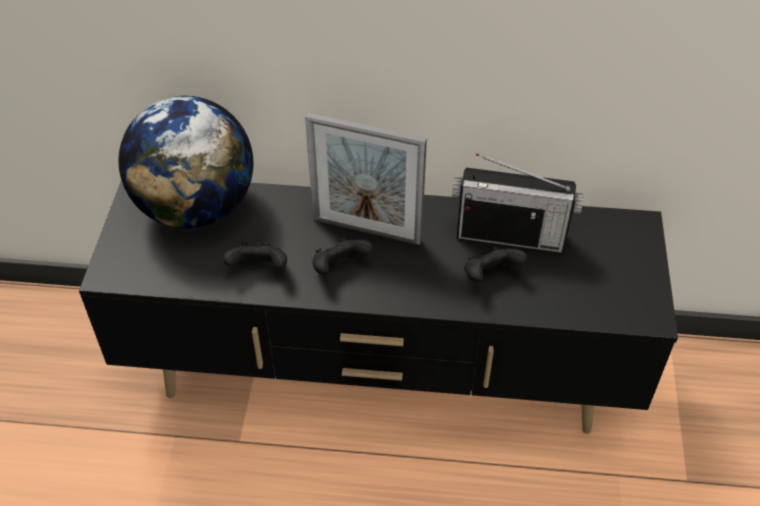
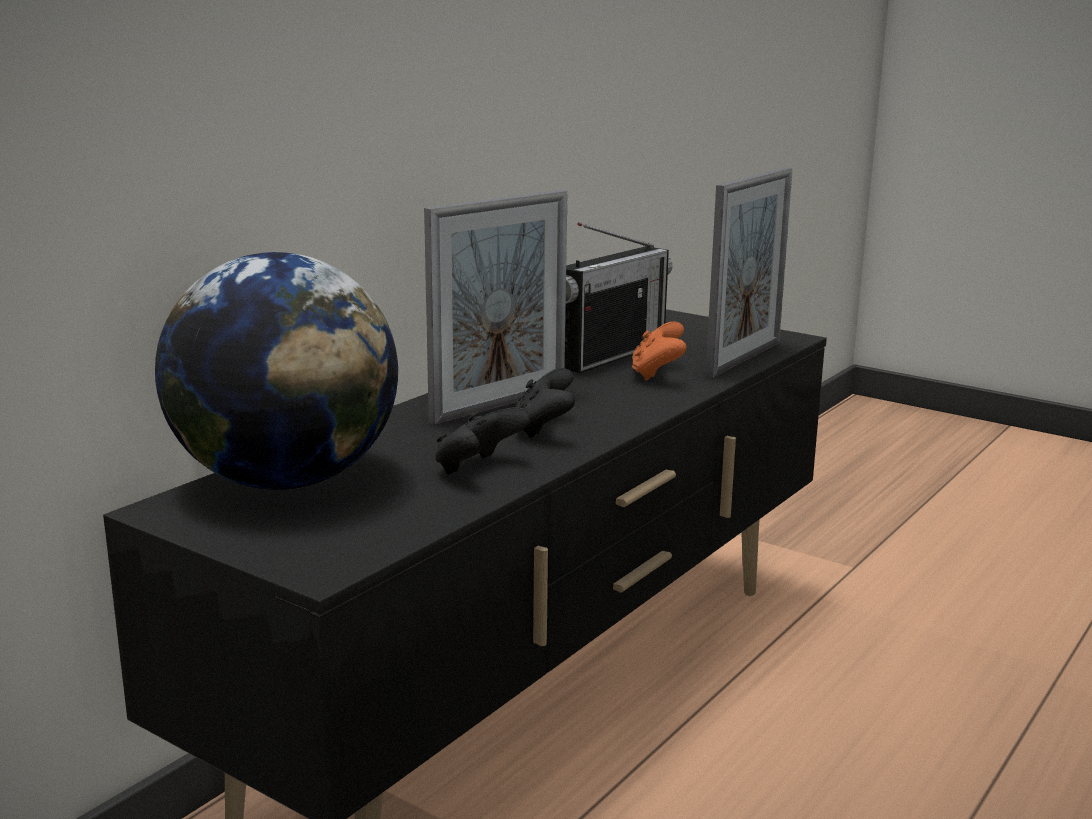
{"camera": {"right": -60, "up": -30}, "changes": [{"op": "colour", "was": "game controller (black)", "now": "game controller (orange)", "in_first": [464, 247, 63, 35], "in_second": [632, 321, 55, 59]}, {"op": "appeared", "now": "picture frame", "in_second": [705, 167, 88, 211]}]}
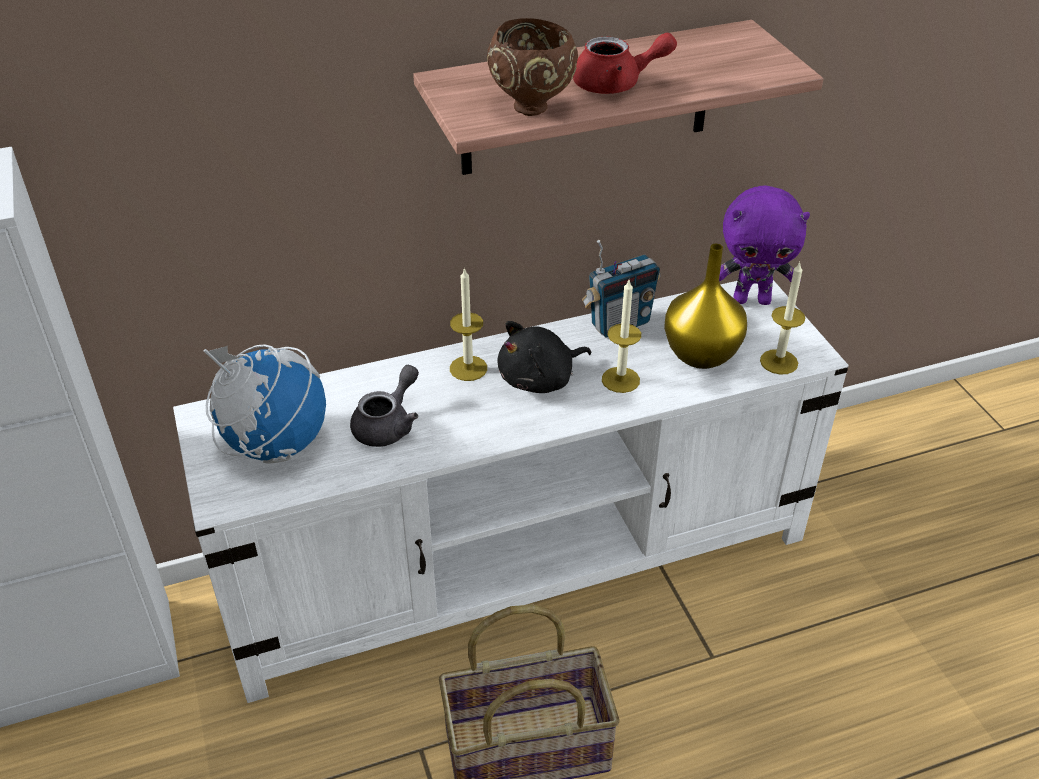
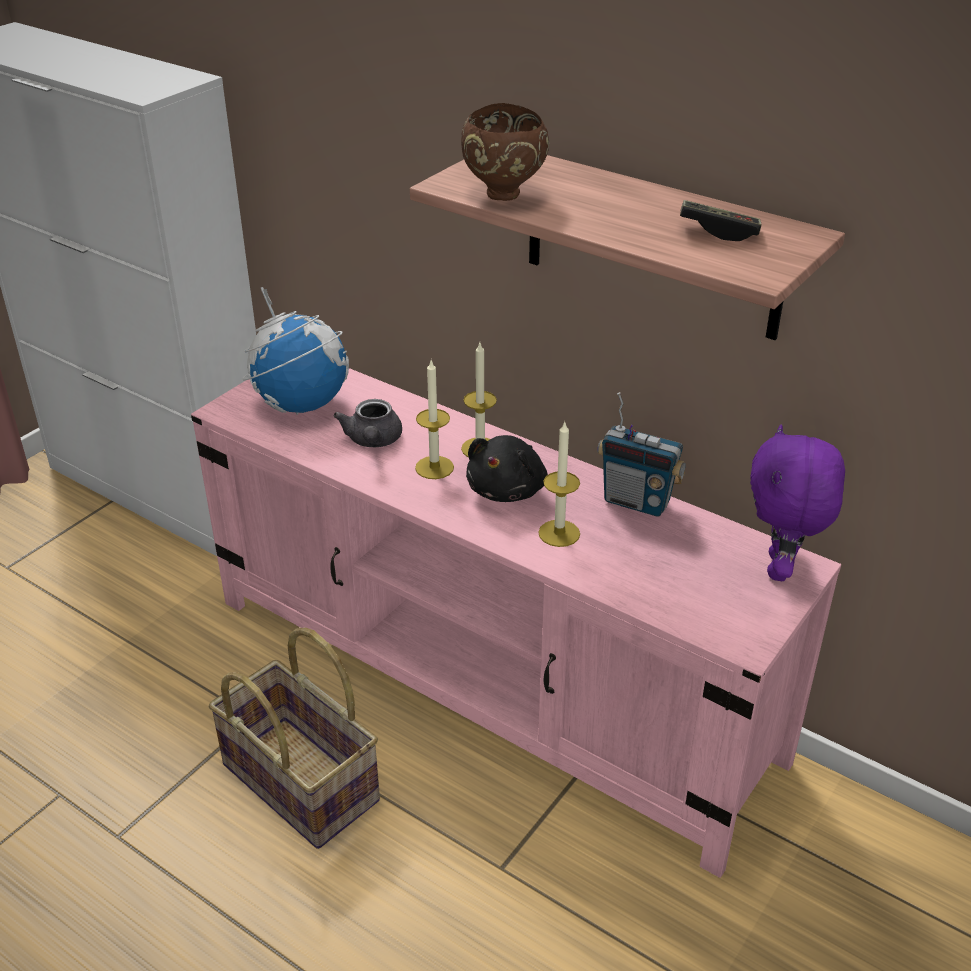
{"camera": {"right": 55, "up": -5}, "changes": [{"op": "colour", "was": "tv stand (white)", "now": "tv stand (pink)", "in_first": [173, 280, 676, 423], "in_second": [191, 368, 650, 510]}, {"op": "spun", "was": "teapot (grey)", "in_first": [350, 365, 69, 82], "in_second": [333, 399, 69, 48], "clockwise": 90}, {"op": "relocated", "was": "candle", "in_first": [760, 262, 45, 113], "in_second": [415, 360, 39, 119]}, {"op": "spun", "was": "plush toy (black)", "in_first": [498, 321, 93, 72], "in_second": [466, 435, 82, 67], "clockwise": -90}, {"op": "appeared", "now": "game controller", "in_second": [680, 200, 82, 41]}, {"op": "spun", "was": "plush toy (purple)", "in_first": [719, 185, 91, 120], "in_second": [750, 424, 95, 157], "clockwise": 45}, {"op": "missing", "was": "teapot (red)", "in_first": [573, 32, 104, 62]}, {"op": "missing", "was": "vase (yellow)", "in_first": [664, 244, 83, 125]}]}
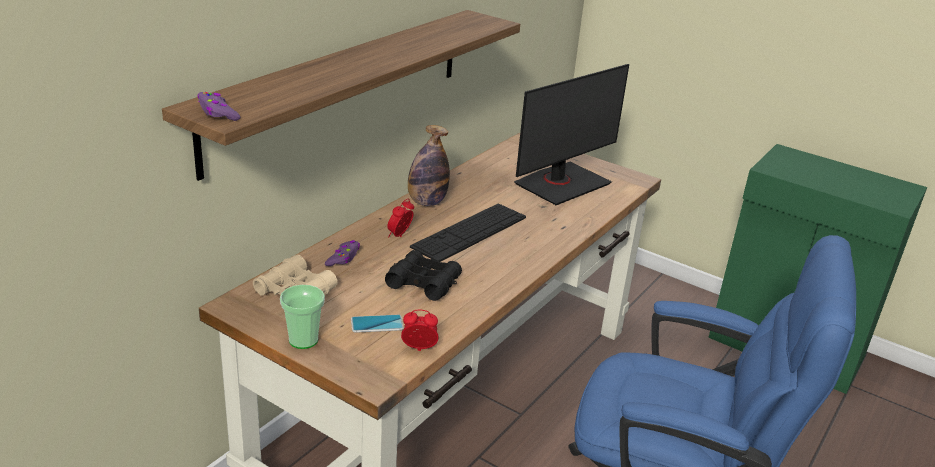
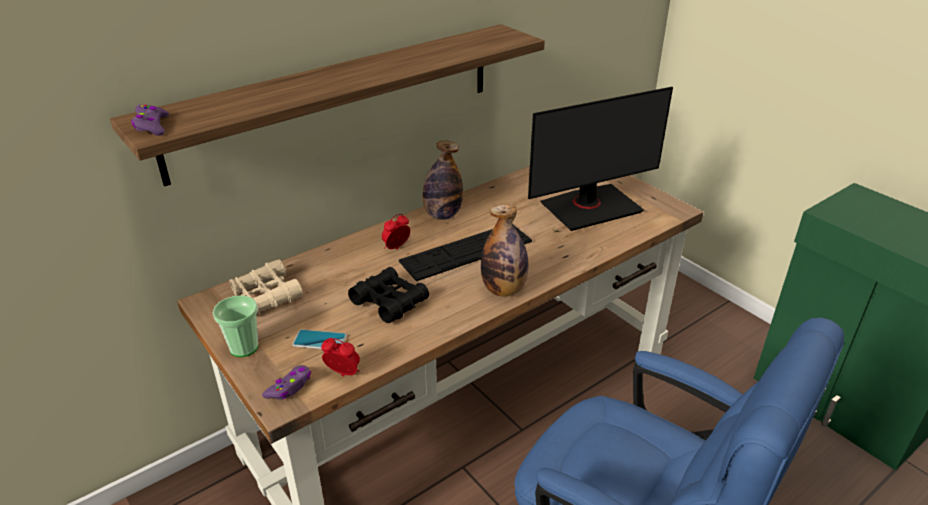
{"camera": {"right": 20, "up": 5}, "changes": [{"op": "relocated", "was": "game controller (purple)", "in_first": [325, 240, 35, 26], "in_second": [262, 365, 49, 35]}, {"op": "appeared", "now": "bottle", "in_second": [481, 205, 47, 92]}]}
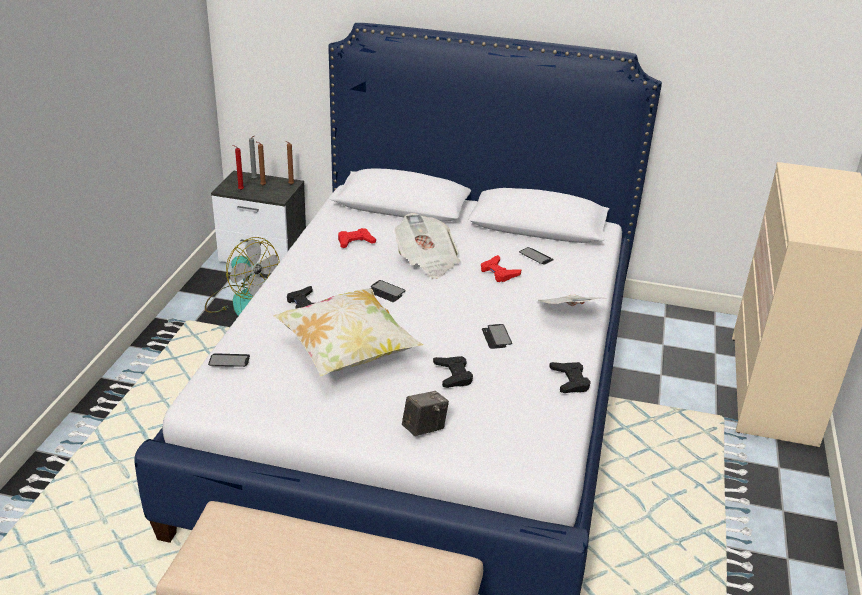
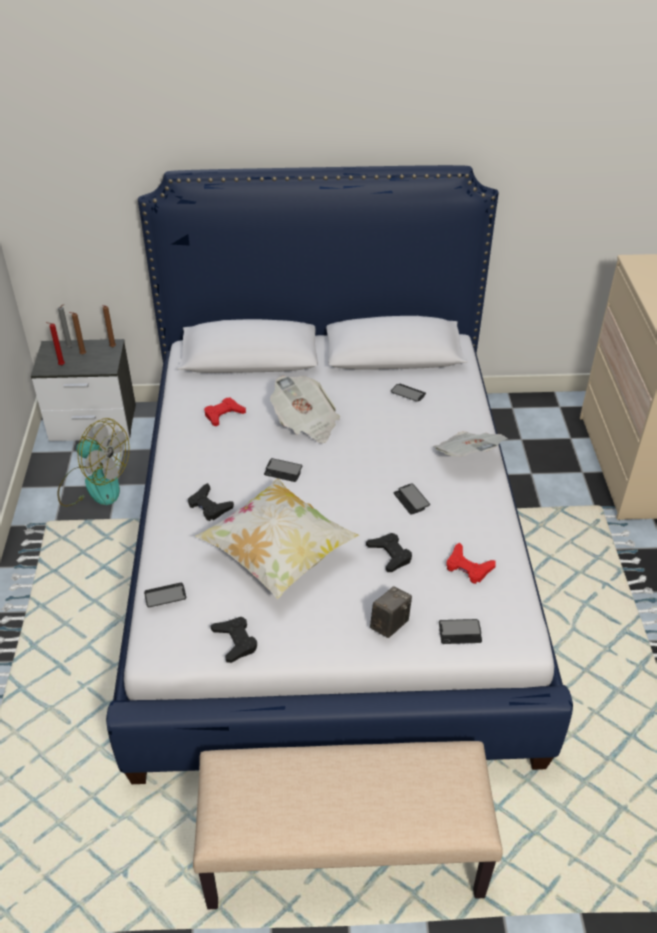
{"camera": {"right": -15, "up": 10}, "changes": [{"op": "relocated", "was": "game controller (black)", "in_first": [549, 362, 42, 31], "in_second": [210, 617, 47, 46]}, {"op": "appeared", "now": "phone", "in_second": [439, 619, 43, 25]}, {"op": "relocated", "was": "game controller (red)", "in_first": [481, 255, 40, 27], "in_second": [446, 543, 50, 41]}]}
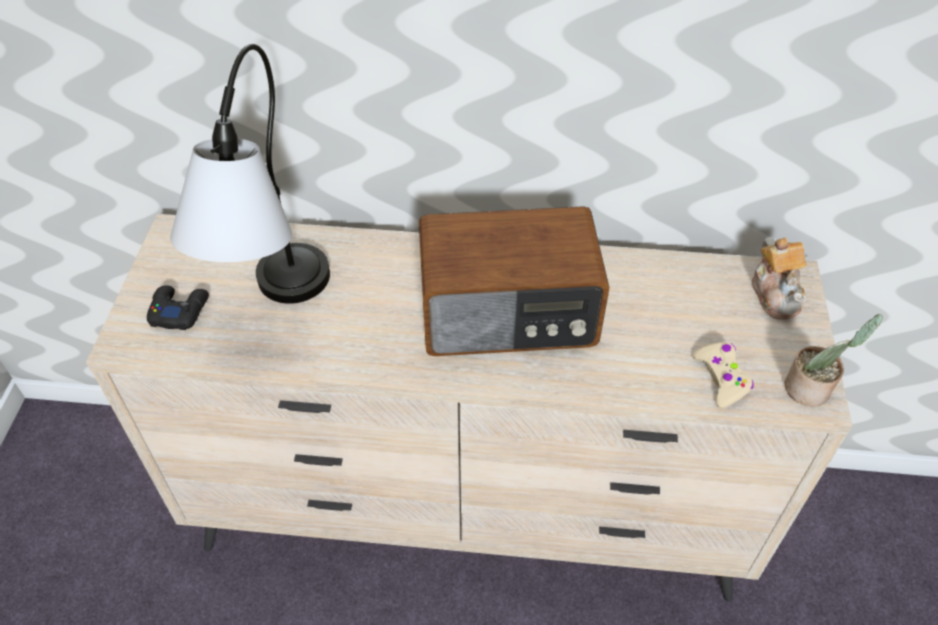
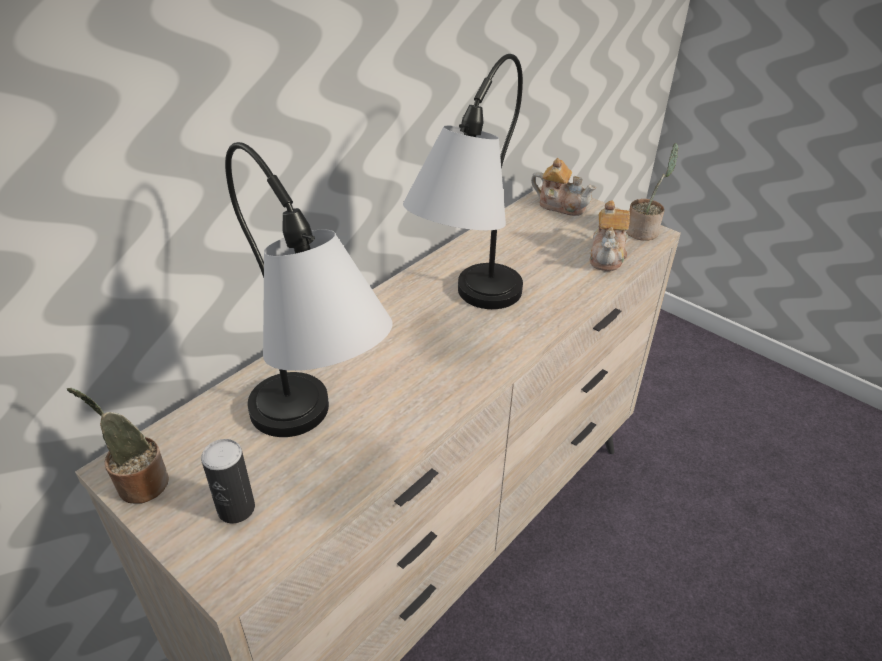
{"camera": {"right": -55, "up": -10}, "changes": [{"op": "appeared", "now": "potted plant", "in_second": [67, 388, 102, 116]}, {"op": "exchanged", "was": "game controller (black)", "now": "can", "in_first": [147, 285, 62, 45], "in_second": [201, 439, 54, 84]}, {"op": "exchanged", "was": "radio", "now": "table lamp", "in_first": [419, 206, 190, 150], "in_second": [403, 54, 120, 255]}, {"op": "exchanged", "was": "game controller (beige)", "now": "teapot", "in_first": [692, 342, 62, 66], "in_second": [590, 201, 40, 70]}]}
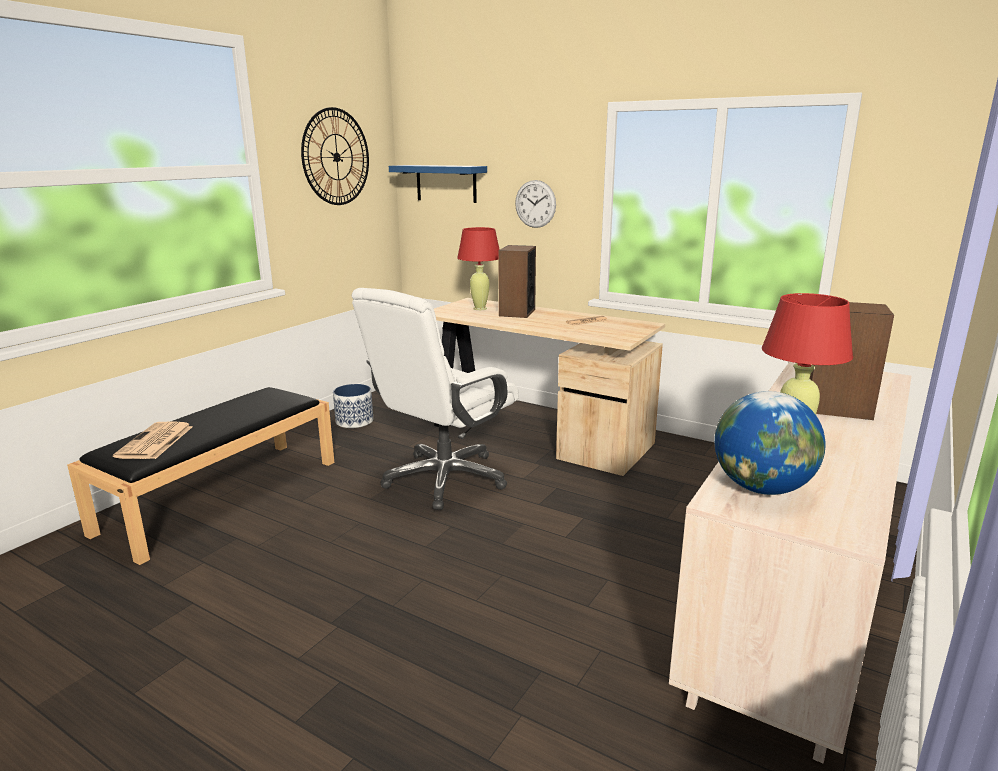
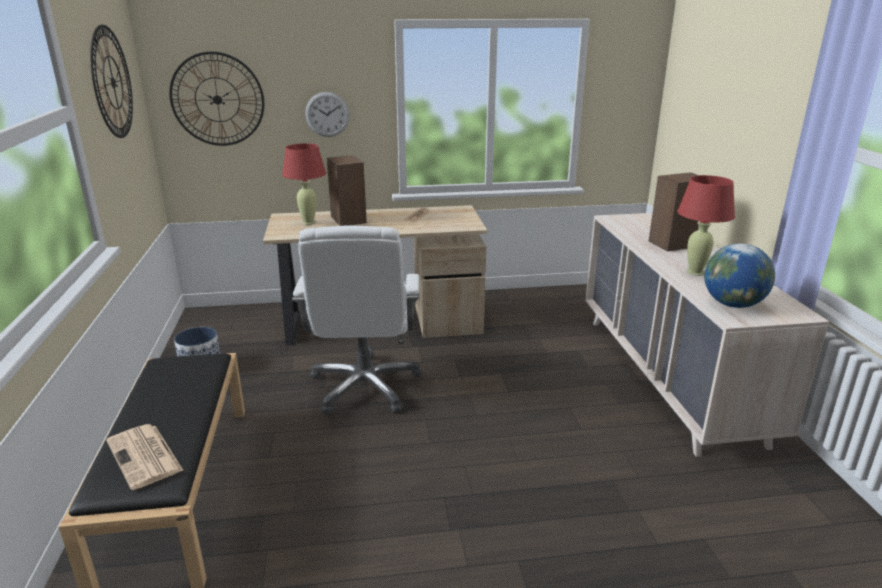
{"camera": {"right": -40, "up": 5}, "changes": [{"op": "exchanged", "was": "shelf (blue)", "now": "wall clock", "in_first": [389, 165, 98, 38], "in_second": [169, 52, 95, 94]}]}
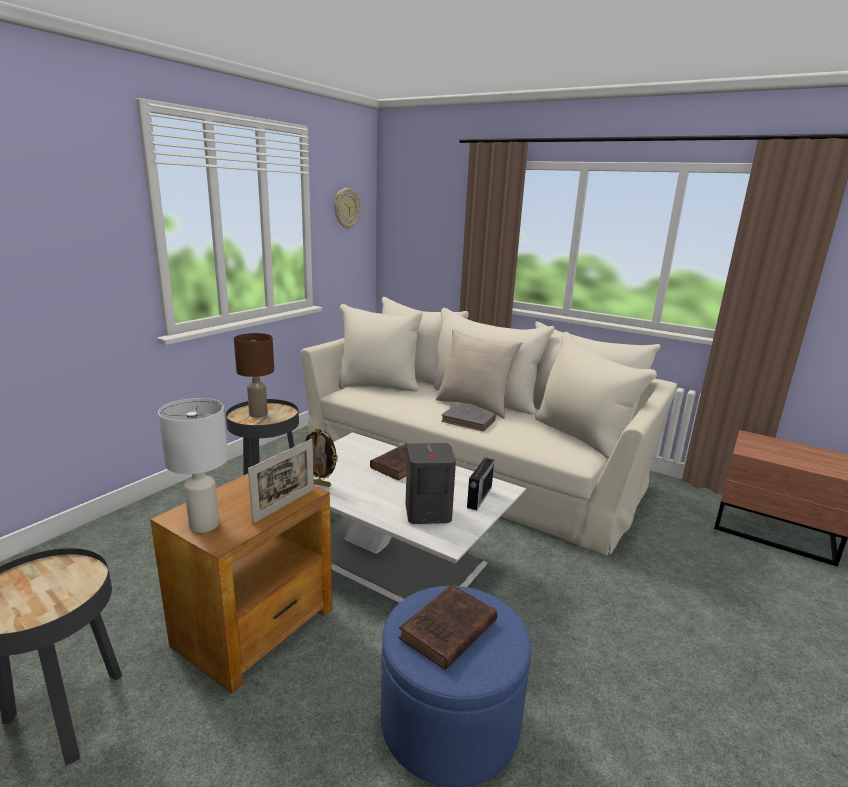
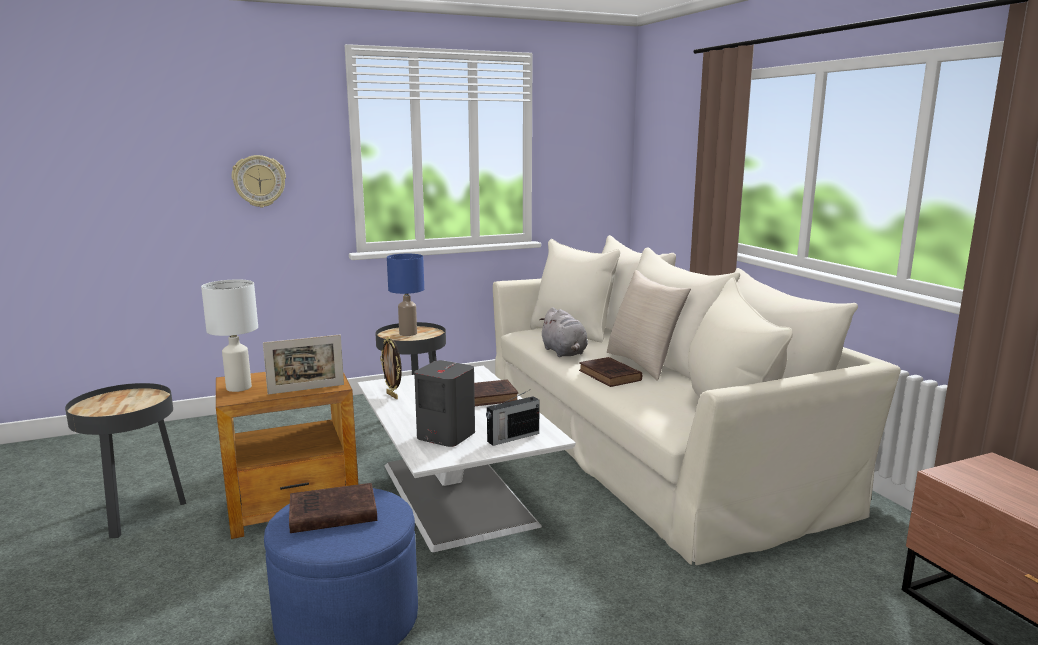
{"camera": {"right": 35, "up": -5}, "changes": [{"op": "relocated", "was": "wall clock", "in_first": [334, 188, 27, 41], "in_second": [232, 155, 54, 53]}, {"op": "colour", "was": "table lamp (brown)", "now": "table lamp (blue)", "in_first": [234, 333, 40, 85], "in_second": [387, 254, 37, 82]}, {"op": "appeared", "now": "plush toy (grey)", "in_second": [539, 307, 49, 50]}, {"op": "colour", "was": "book (grey)", "now": "book (brown)", "in_first": [441, 405, 55, 27], "in_second": [579, 357, 63, 30]}]}
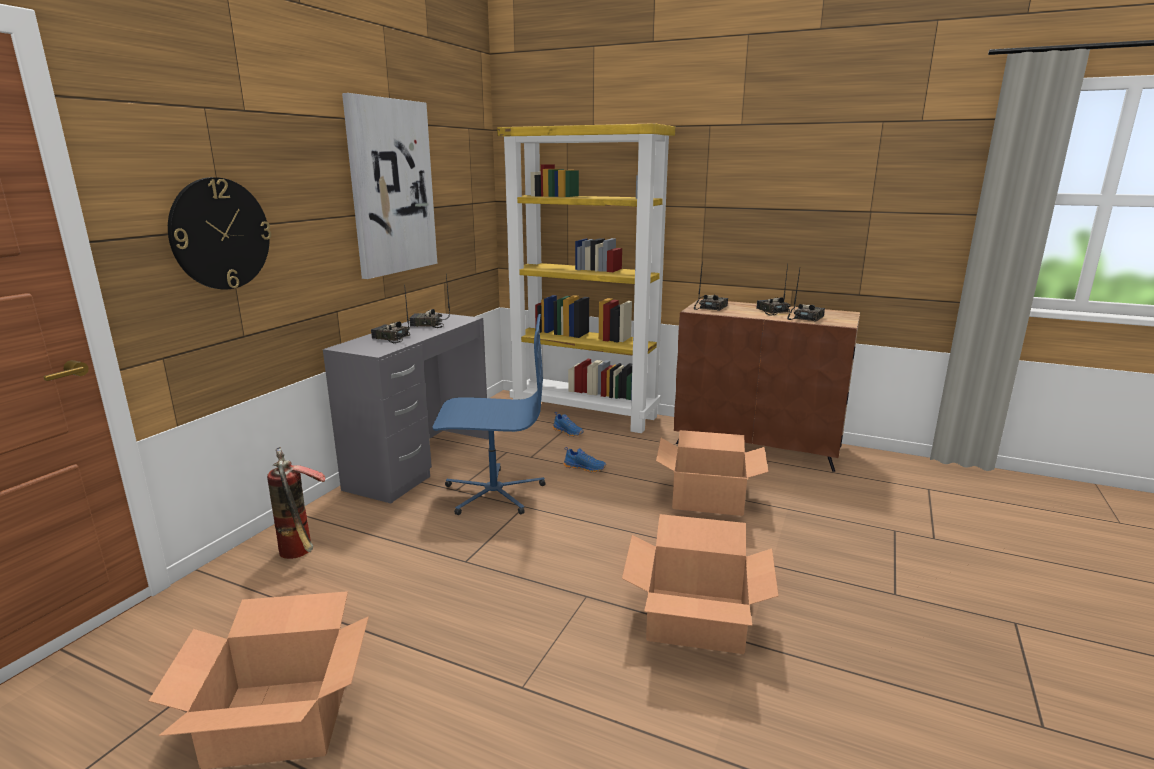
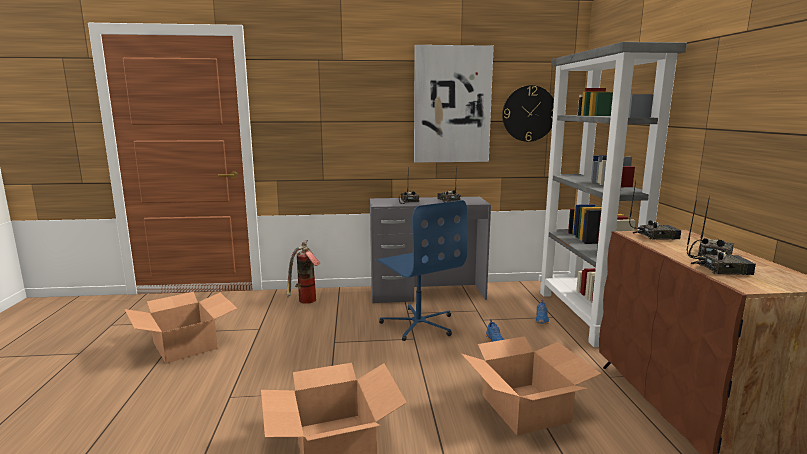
{"camera": {"right": 60, "up": -5}, "changes": [{"op": "relocated", "was": "wall clock", "in_first": [168, 177, 103, 113], "in_second": [502, 85, 52, 57]}, {"op": "colour", "was": "bookcase (yellow)", "now": "bookcase (grey)", "in_first": [497, 123, 178, 310], "in_second": [539, 42, 148, 305]}]}
